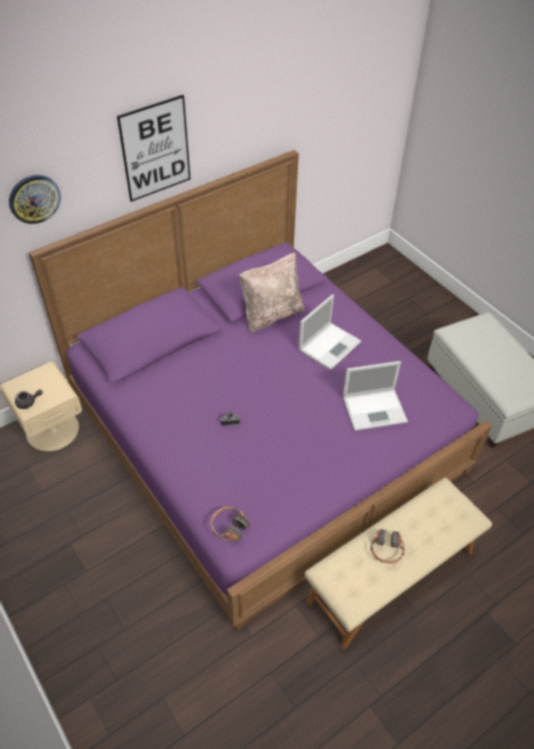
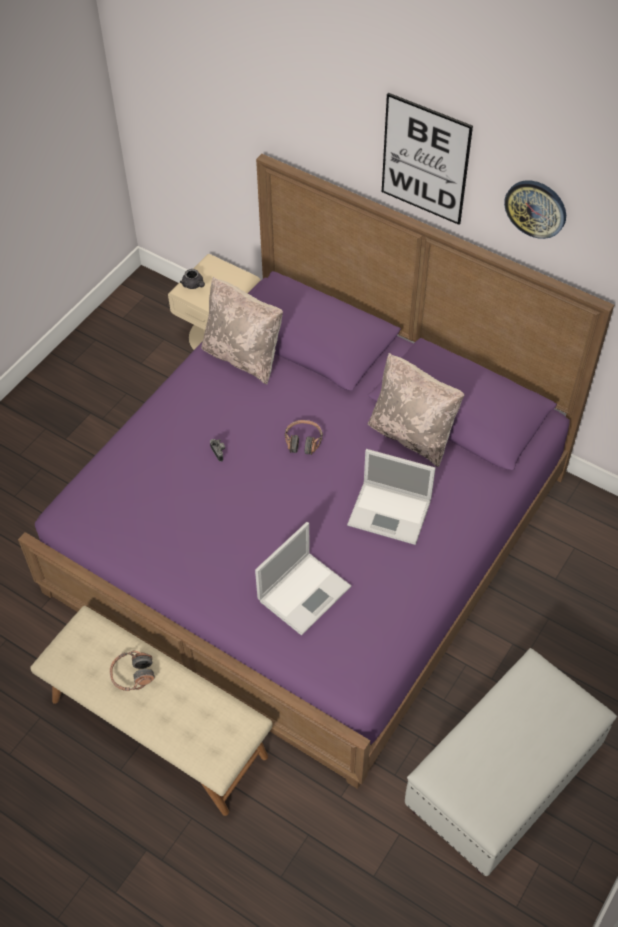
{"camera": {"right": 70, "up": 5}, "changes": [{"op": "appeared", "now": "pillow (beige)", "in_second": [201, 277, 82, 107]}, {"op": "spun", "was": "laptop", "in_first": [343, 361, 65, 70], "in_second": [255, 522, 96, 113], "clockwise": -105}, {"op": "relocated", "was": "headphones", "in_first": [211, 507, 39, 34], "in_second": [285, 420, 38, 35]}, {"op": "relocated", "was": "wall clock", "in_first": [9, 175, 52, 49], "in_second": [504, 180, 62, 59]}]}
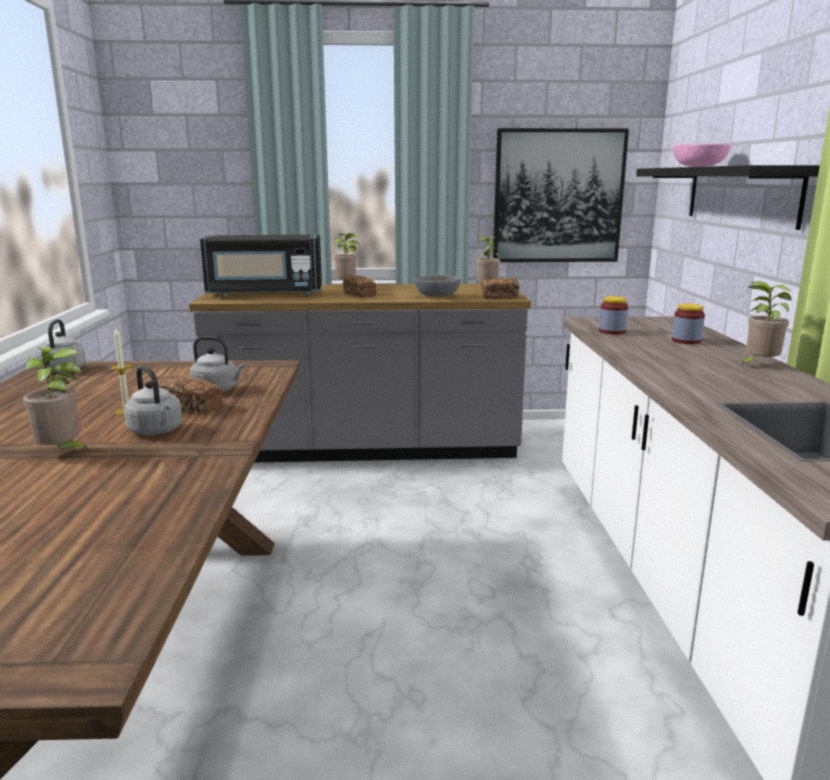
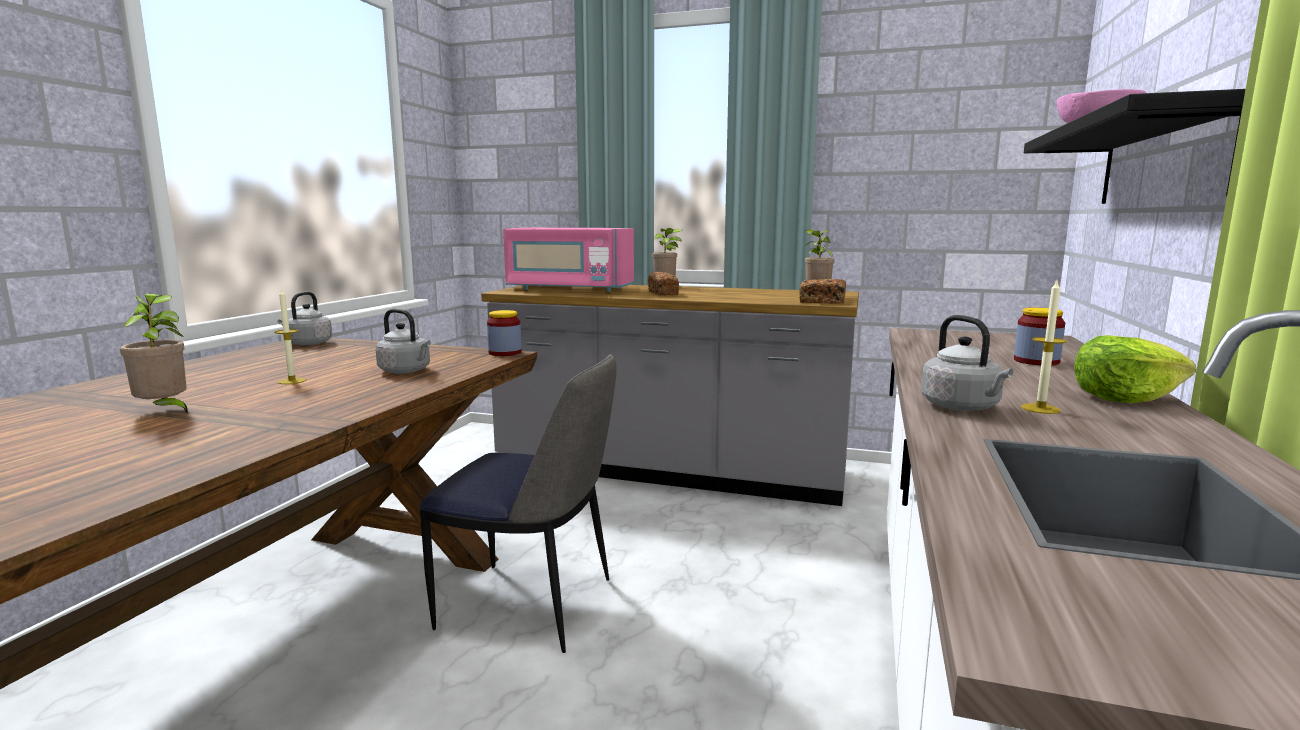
{"camera": {"right": 20, "up": -5}, "changes": [{"op": "appeared", "now": "chair", "in_second": [419, 354, 198, 299]}, {"op": "relocated", "was": "jar", "in_first": [599, 296, 29, 38], "in_second": [487, 310, 35, 46]}, {"op": "colour", "was": "microwave (black)", "now": "microwave (pink)", "in_first": [200, 235, 122, 62], "in_second": [503, 228, 131, 64]}, {"op": "relocated", "was": "kettle (grey)", "in_first": [124, 366, 58, 69], "in_second": [921, 315, 92, 96]}, {"op": "appeared", "now": "candle", "in_second": [1021, 281, 46, 133]}, {"op": "exchanged", "was": "potted plant", "now": "lettuce", "in_first": [740, 281, 52, 85], "in_second": [1074, 335, 122, 68]}, {"op": "missing", "was": "bread", "in_first": [159, 376, 63, 39]}, {"op": "missing", "was": "bowl (grey)", "in_first": [414, 275, 47, 22]}, {"op": "missing", "was": "picture", "in_first": [493, 128, 136, 134]}]}
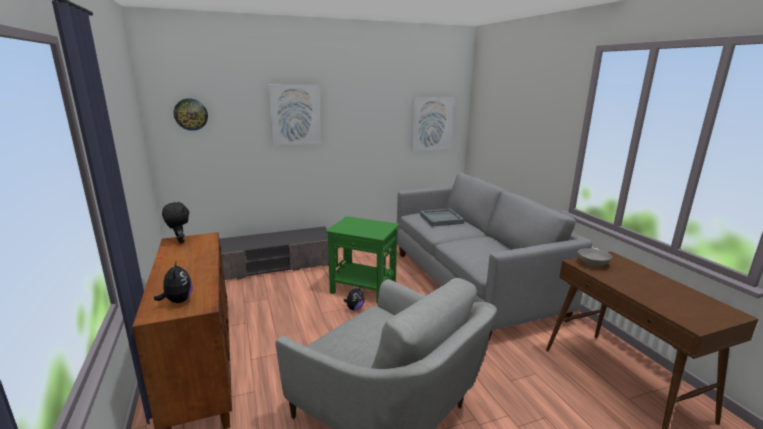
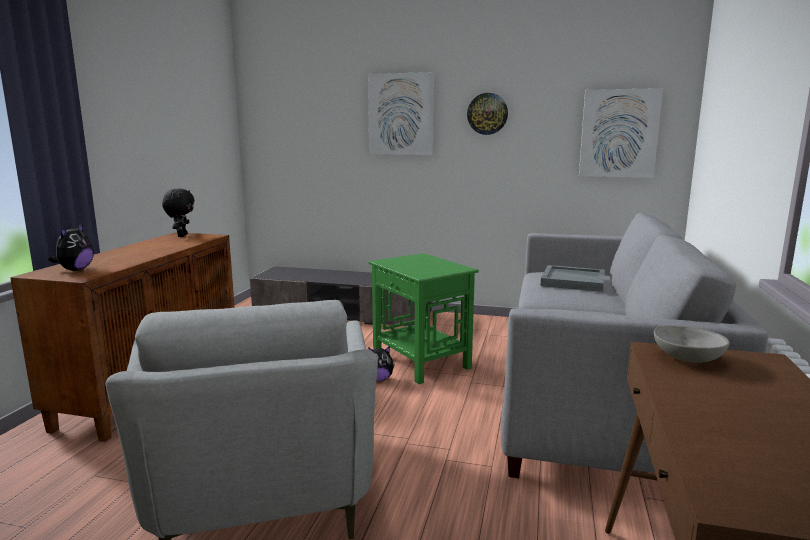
{"camera": {"right": 35, "up": -5}, "changes": [{"op": "relocated", "was": "wall clock", "in_first": [174, 98, 34, 33], "in_second": [467, 93, 41, 42]}]}
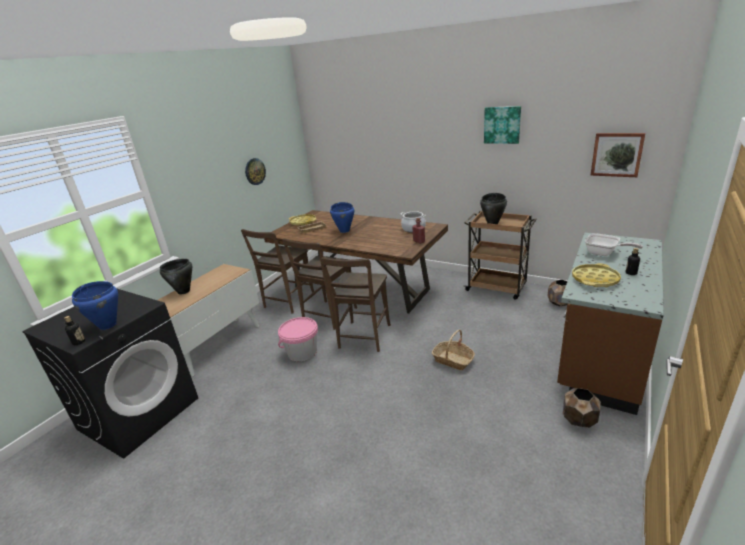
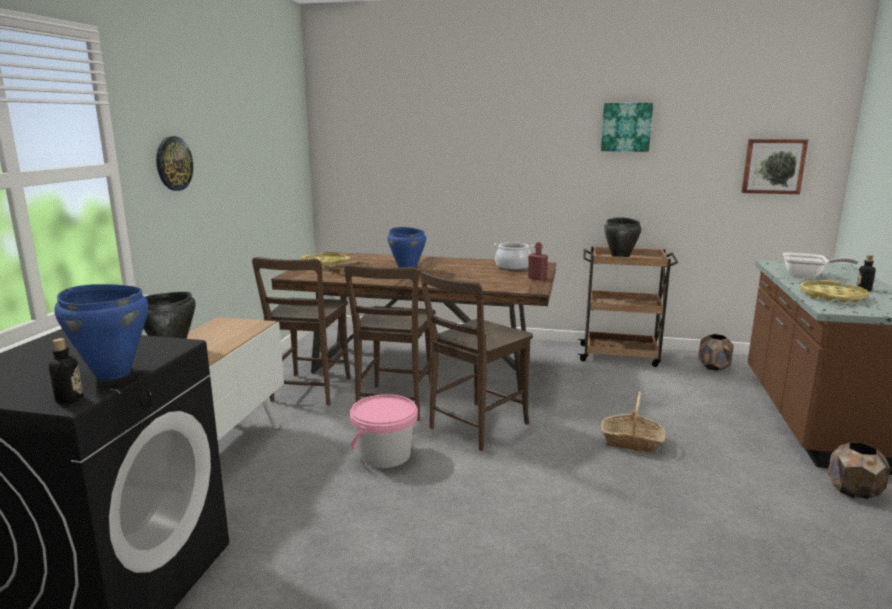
{"camera": {"right": -20, "up": -10}, "changes": [{"op": "relocated", "was": "wall clock", "in_first": [245, 158, 21, 27], "in_second": [156, 136, 37, 55]}, {"op": "spun", "was": "chair (brown)", "in_first": [321, 257, 70, 95], "in_second": [420, 271, 113, 180], "clockwise": 45}]}
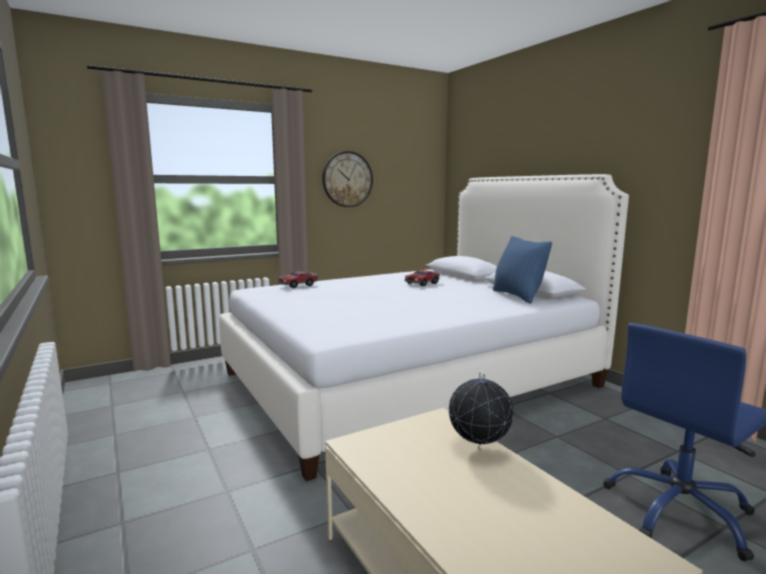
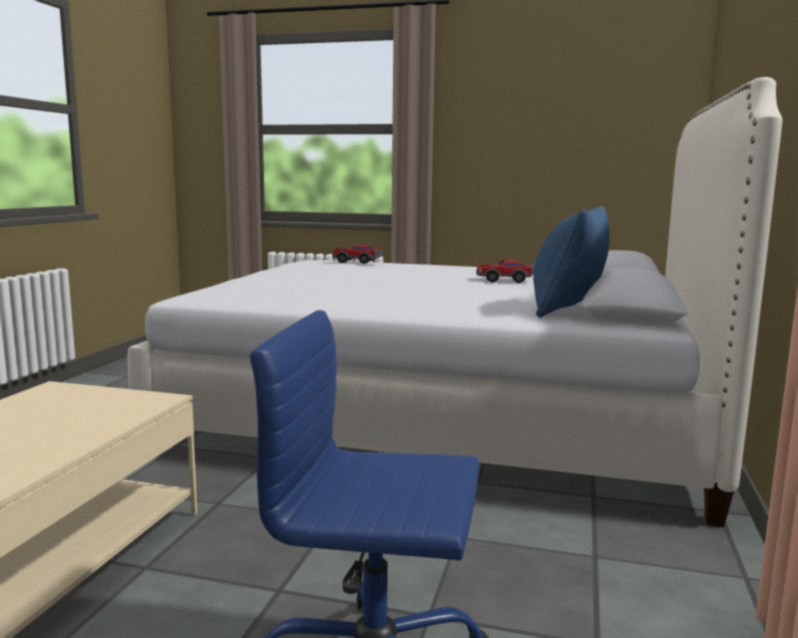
{"camera": {"right": 45, "up": 0}, "changes": [{"op": "missing", "was": "wall clock", "in_first": [322, 151, 51, 56]}, {"op": "missing", "was": "globe", "in_first": [448, 373, 66, 77]}]}
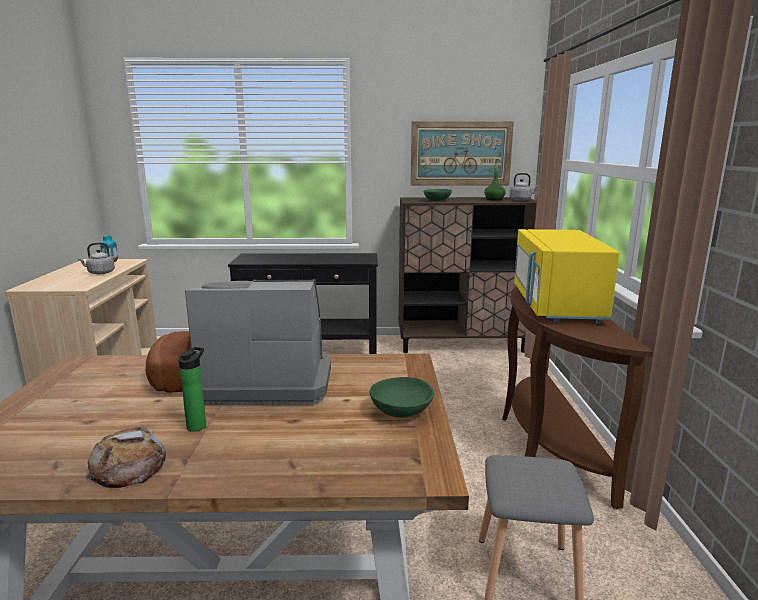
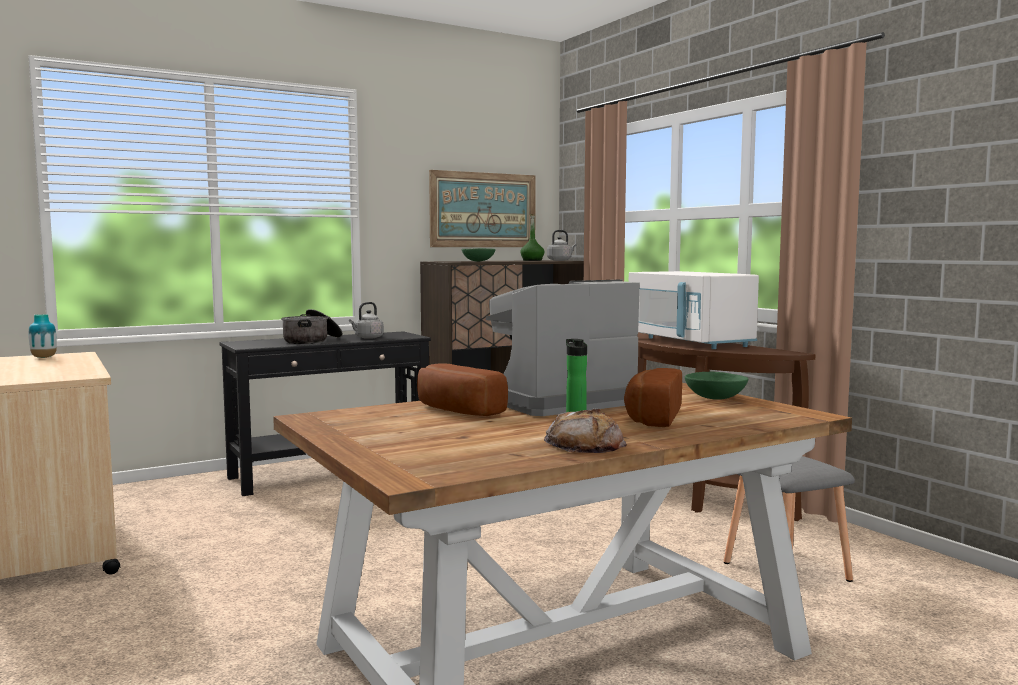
{"camera": {"right": -30, "up": -10}, "changes": [{"op": "appeared", "now": "cooking pot", "in_second": [281, 309, 62, 35]}, {"op": "relocated", "was": "kettle (grey)", "in_first": [78, 242, 37, 32], "in_second": [349, 302, 35, 37]}, {"op": "appeared", "now": "bread", "in_second": [624, 368, 58, 59]}, {"op": "colour", "was": "microwave (yellow)", "now": "microwave (white)", "in_first": [514, 229, 106, 95], "in_second": [629, 271, 130, 78]}]}
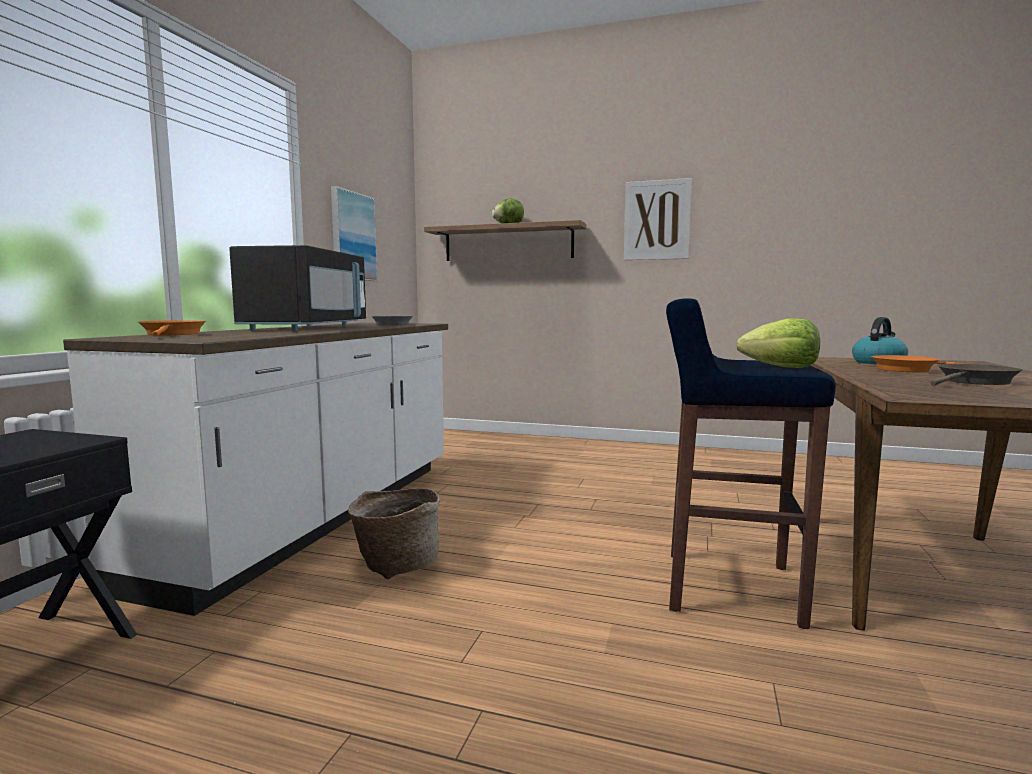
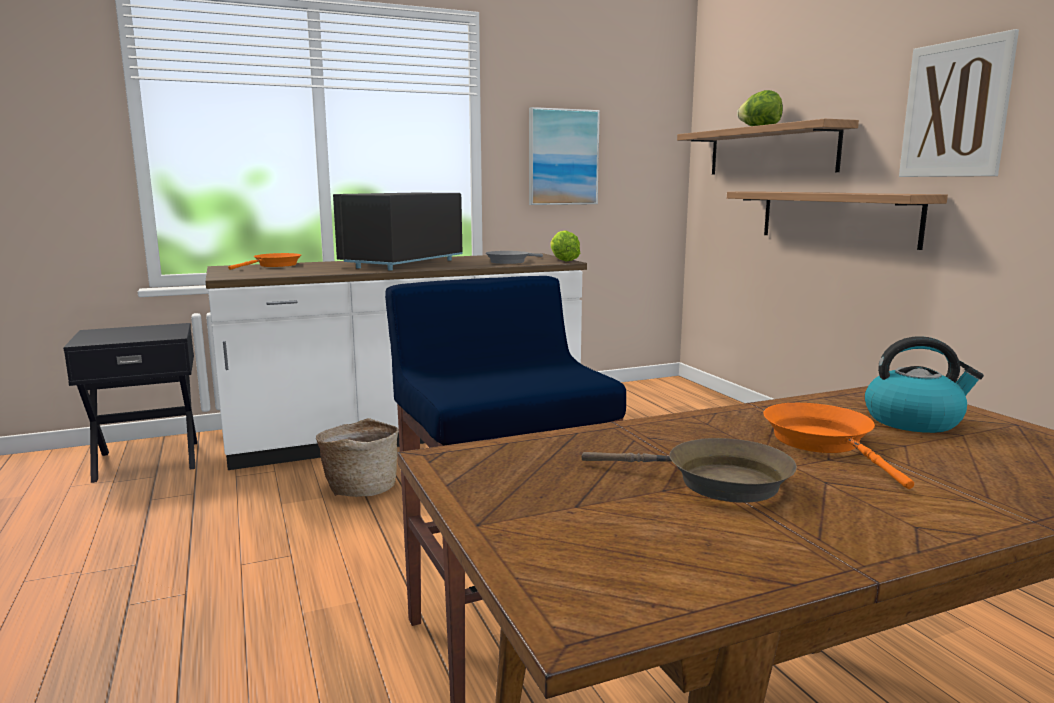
{"camera": {"right": 50, "up": 5}, "changes": [{"op": "spun", "was": "microwave (black)", "in_first": [229, 245, 137, 86], "in_second": [333, 193, 130, 78], "clockwise": 150}, {"op": "relocated", "was": "lettuce", "in_first": [737, 318, 83, 50], "in_second": [550, 230, 30, 32]}, {"op": "appeared", "now": "shelf", "in_second": [727, 192, 221, 58]}]}
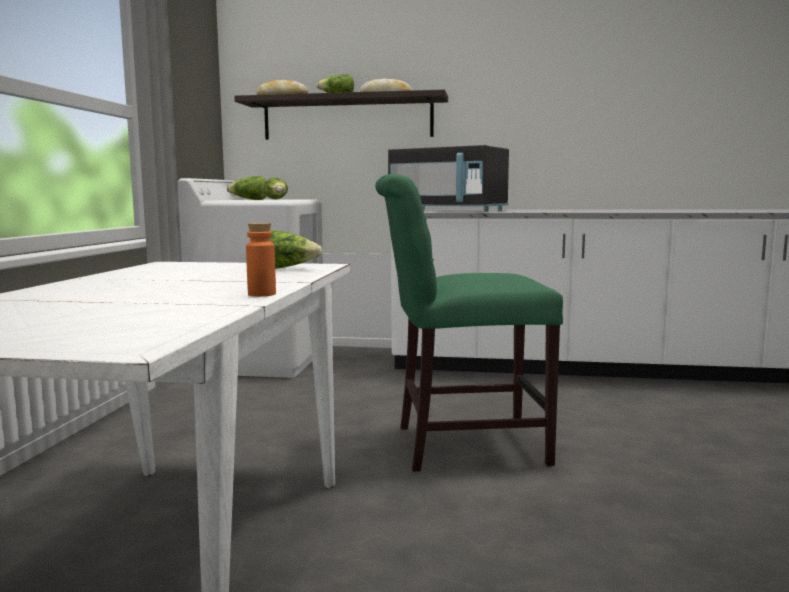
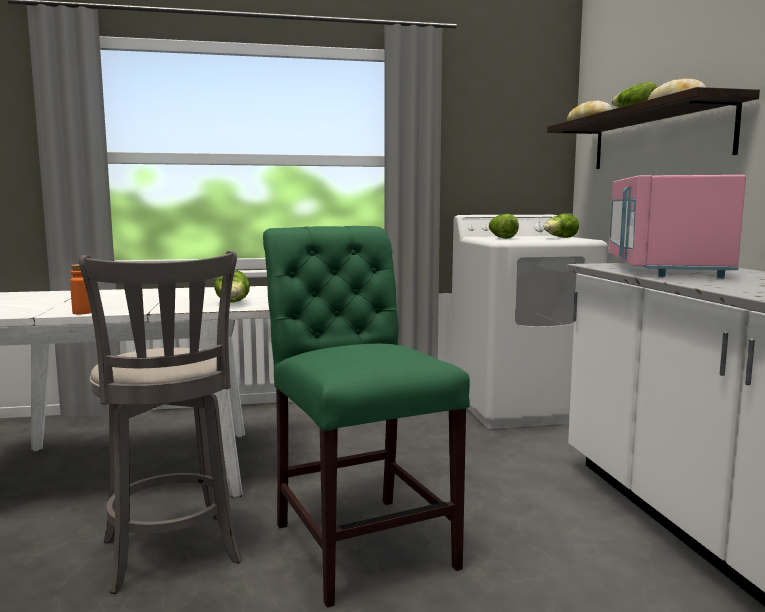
{"camera": {"right": 70, "up": 0}, "changes": [{"op": "appeared", "now": "stool (grey)", "in_second": [79, 251, 163, 343]}, {"op": "colour", "was": "microwave (black)", "now": "microwave (pink)", "in_first": [388, 145, 121, 67], "in_second": [609, 175, 137, 103]}]}
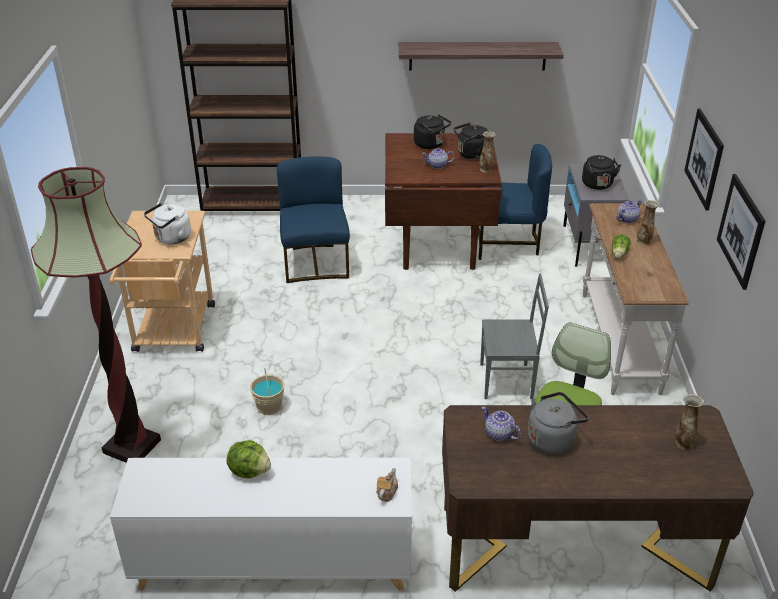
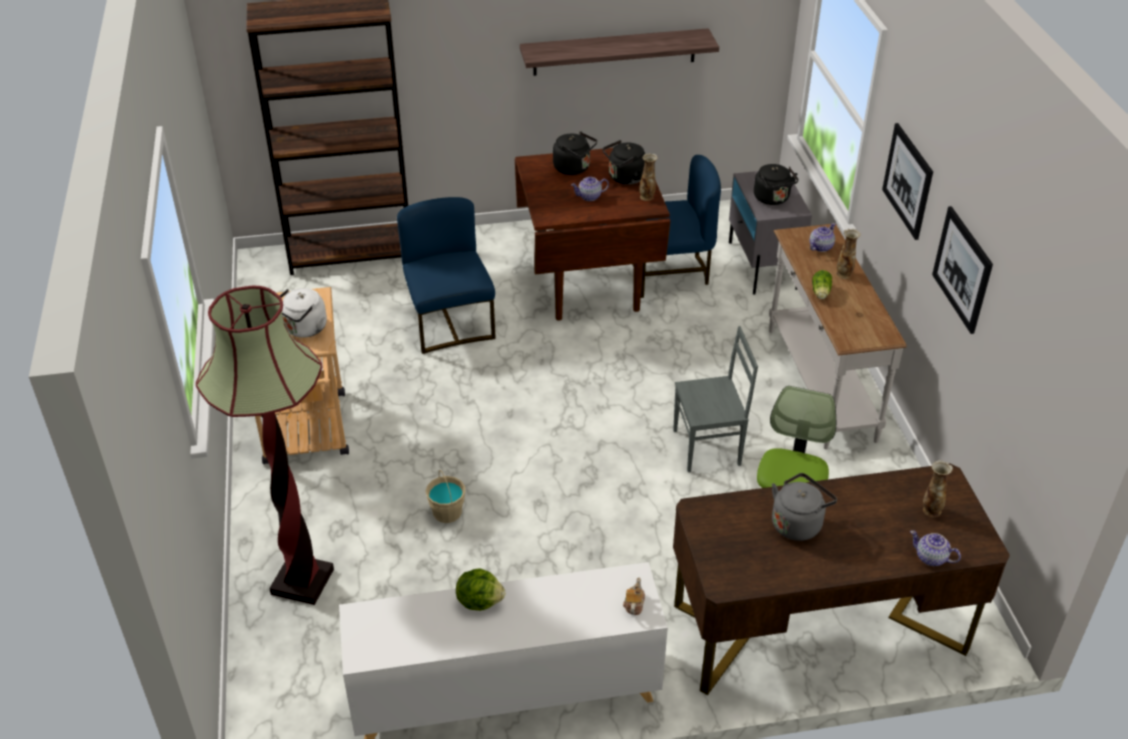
{"camera": {"right": -10, "up": 5}, "changes": [{"op": "relocated", "was": "teapot", "in_first": [481, 407, 40, 34], "in_second": [910, 530, 51, 36]}]}
